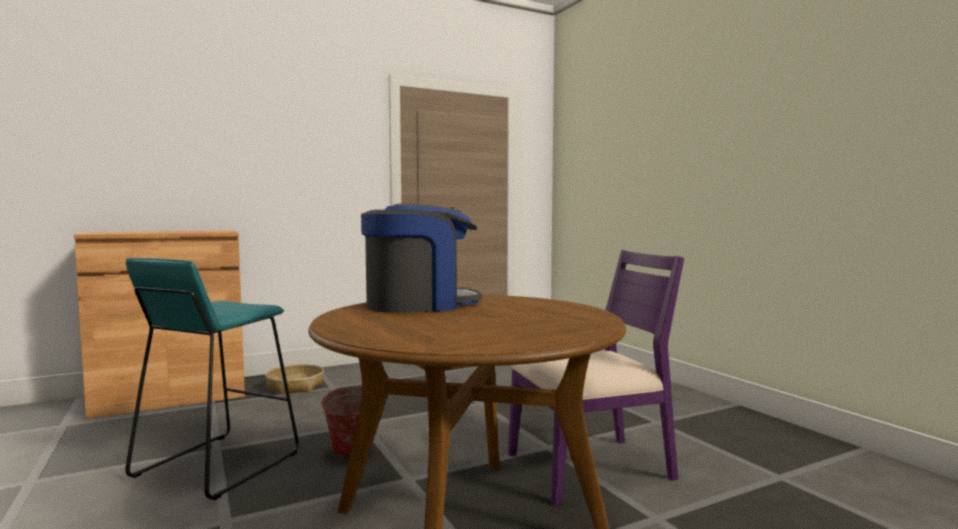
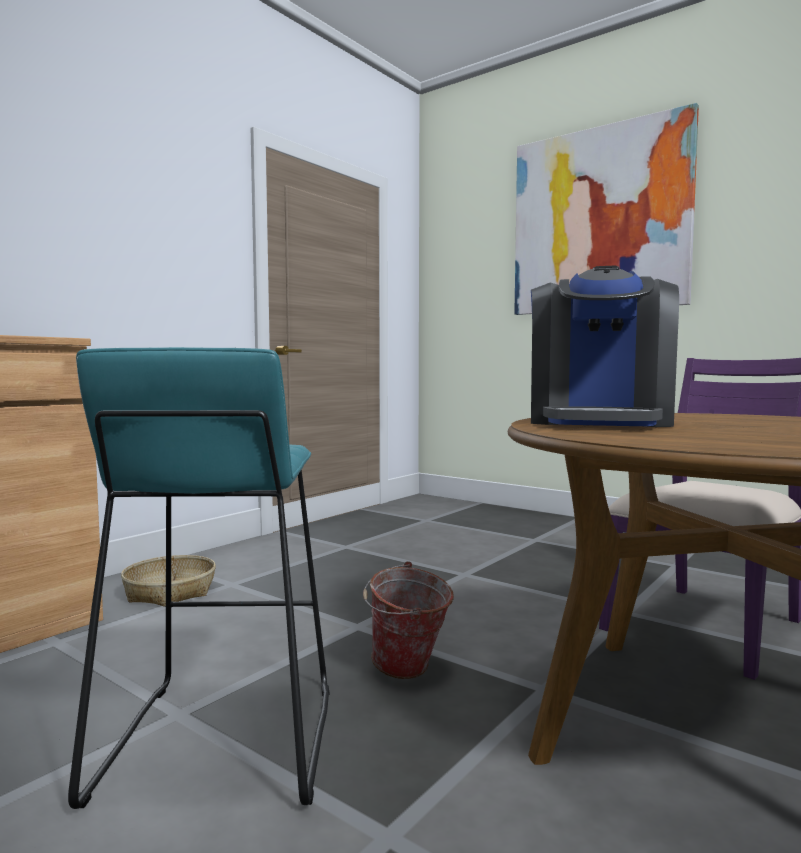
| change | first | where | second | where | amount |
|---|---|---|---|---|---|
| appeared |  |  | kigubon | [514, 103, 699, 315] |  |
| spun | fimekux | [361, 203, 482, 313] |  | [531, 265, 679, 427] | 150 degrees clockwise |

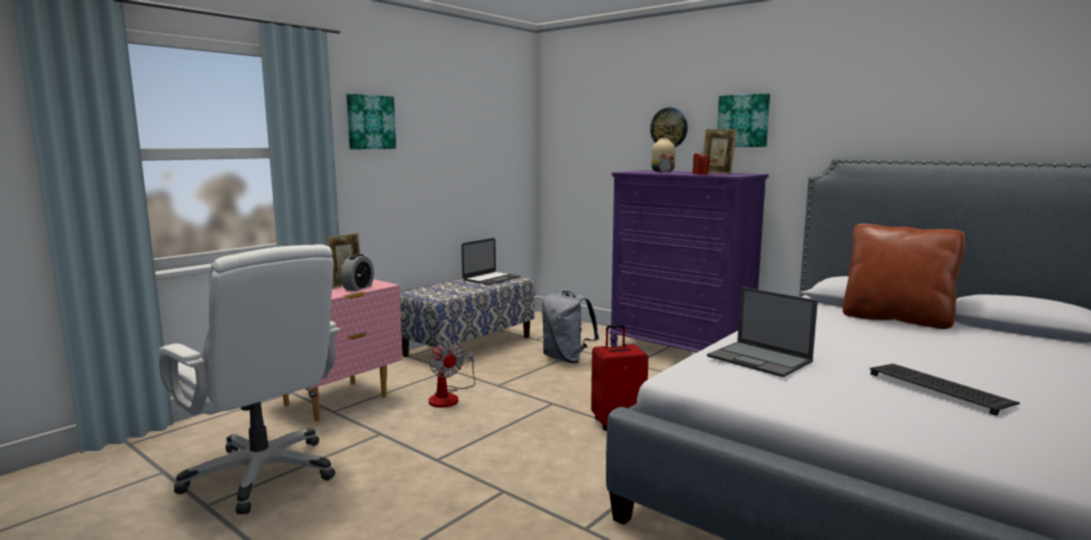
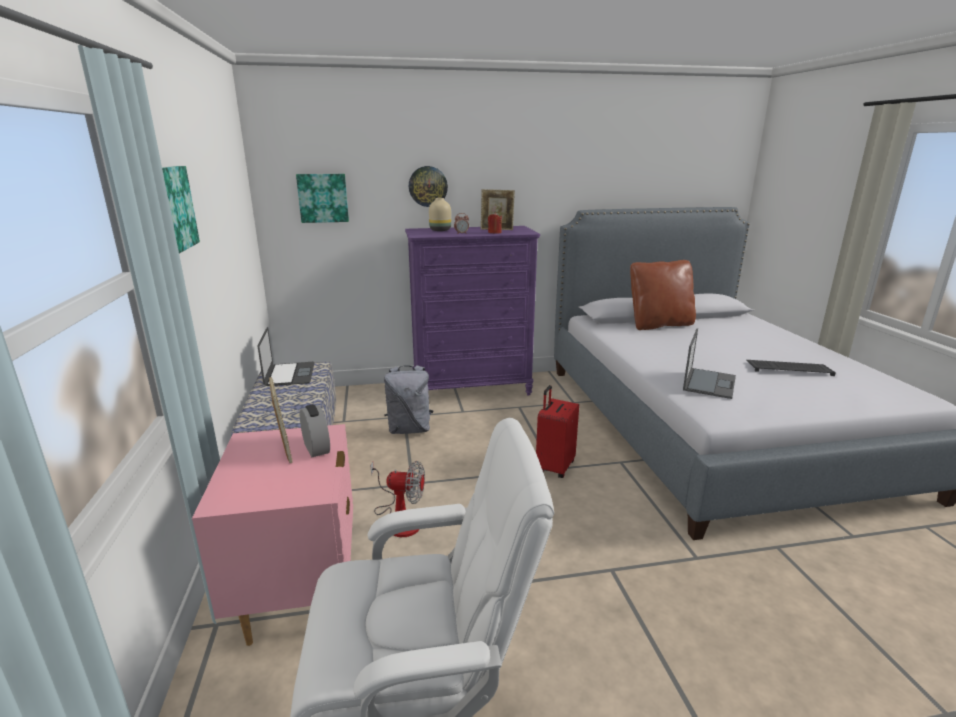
| change | first | where | second | where | amount |
|---|---|---|---|---|---|
| relocated | kigubon | [717, 93, 770, 147] |  | [296, 174, 349, 223] |  |
| spun | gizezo | [707, 287, 818, 377] |  | [683, 329, 736, 399] | 60 degrees counterclockwise |

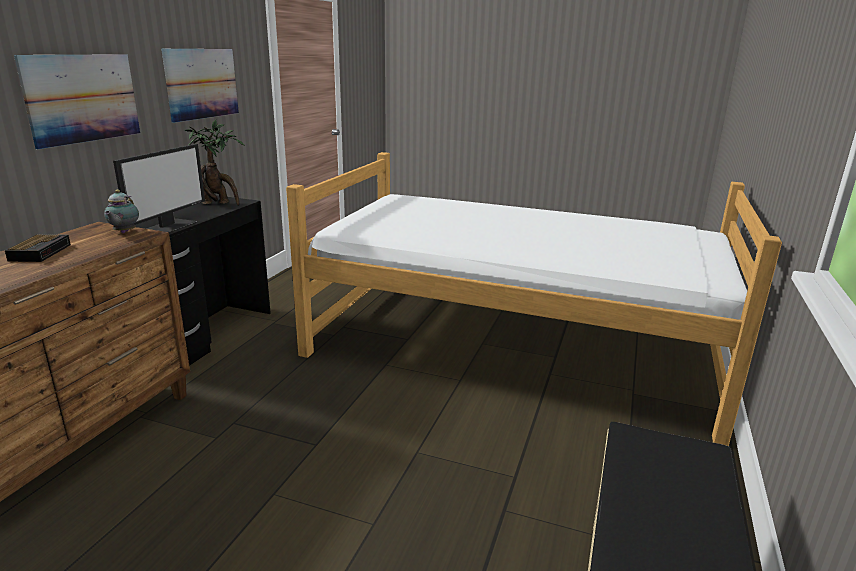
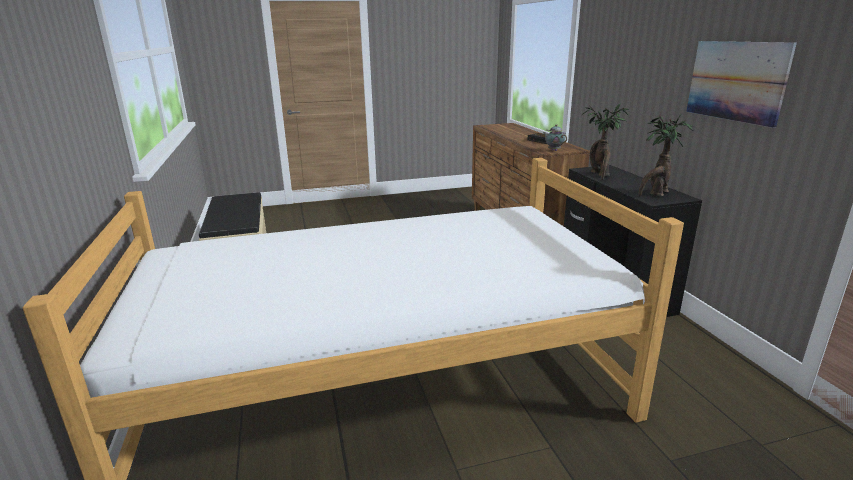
| change | first | where | second | where | amount |
|---|---|---|---|---|---|
| exchanged | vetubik | [113, 144, 205, 233] | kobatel | [582, 103, 629, 181] |  |
| missing | kigubon | [14, 54, 140, 149] |  |  |  |

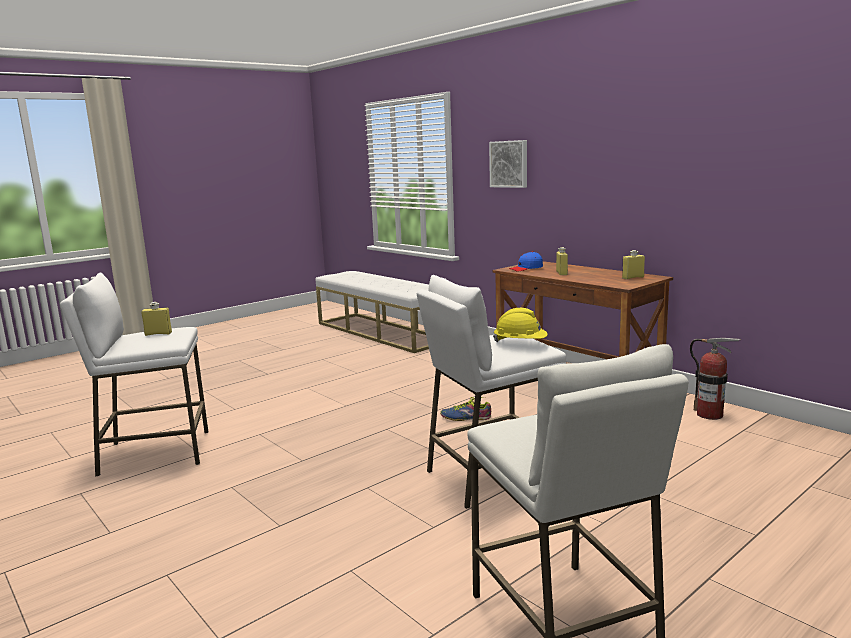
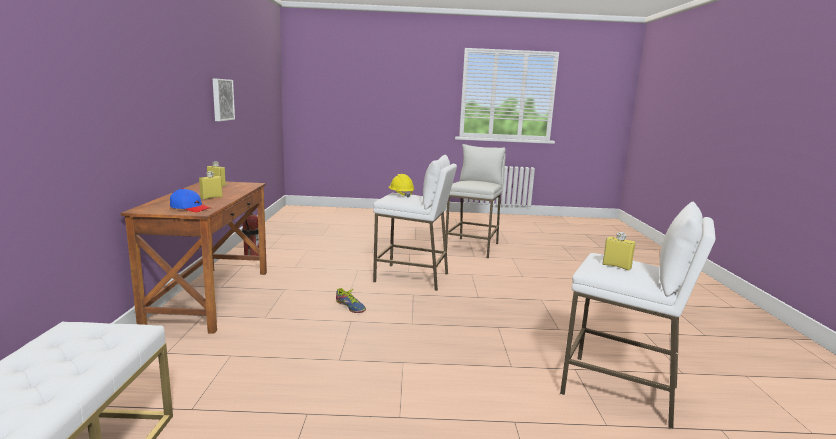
| change | first | where | second | where | amount |
|---|---|---|---|---|---|
| relocated | kigubon | [489, 140, 527, 188] |  | [213, 78, 235, 121] |  |

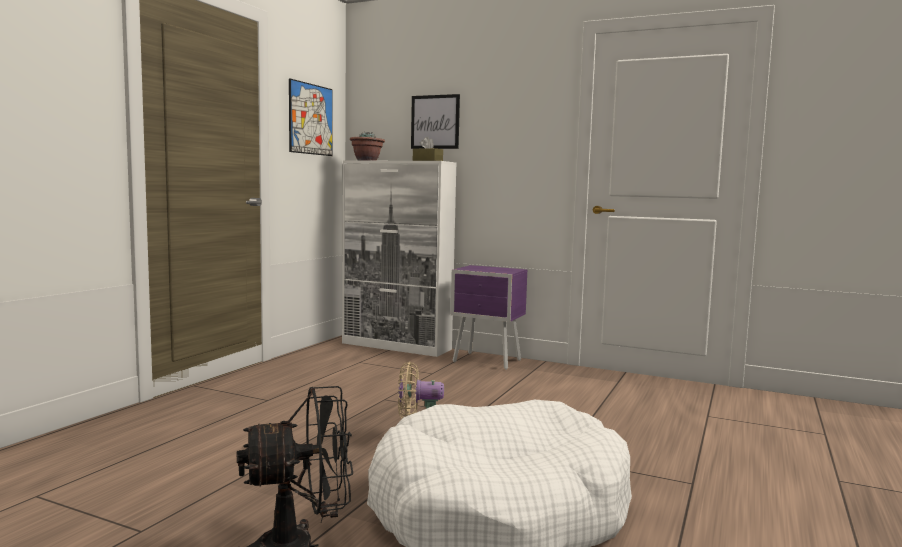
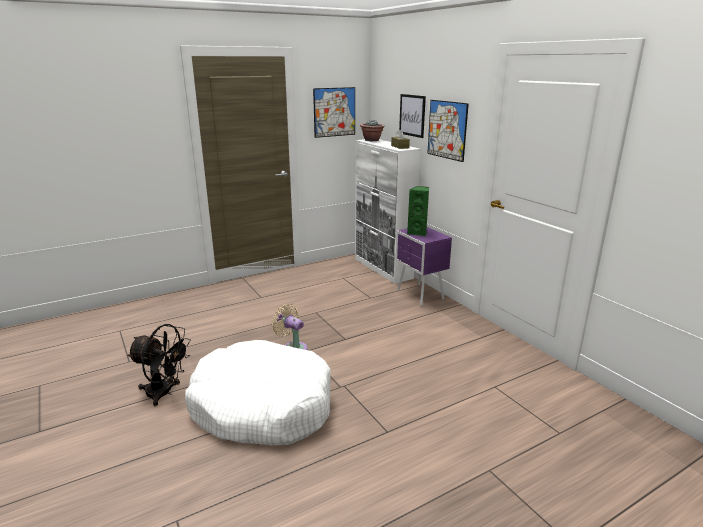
| change | first | where | second | where | amount |
|---|---|---|---|---|---|
| appeared |  |  | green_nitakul | [407, 186, 429, 236] |  |
| appeared |  |  | kigubon | [427, 100, 469, 162] |  |

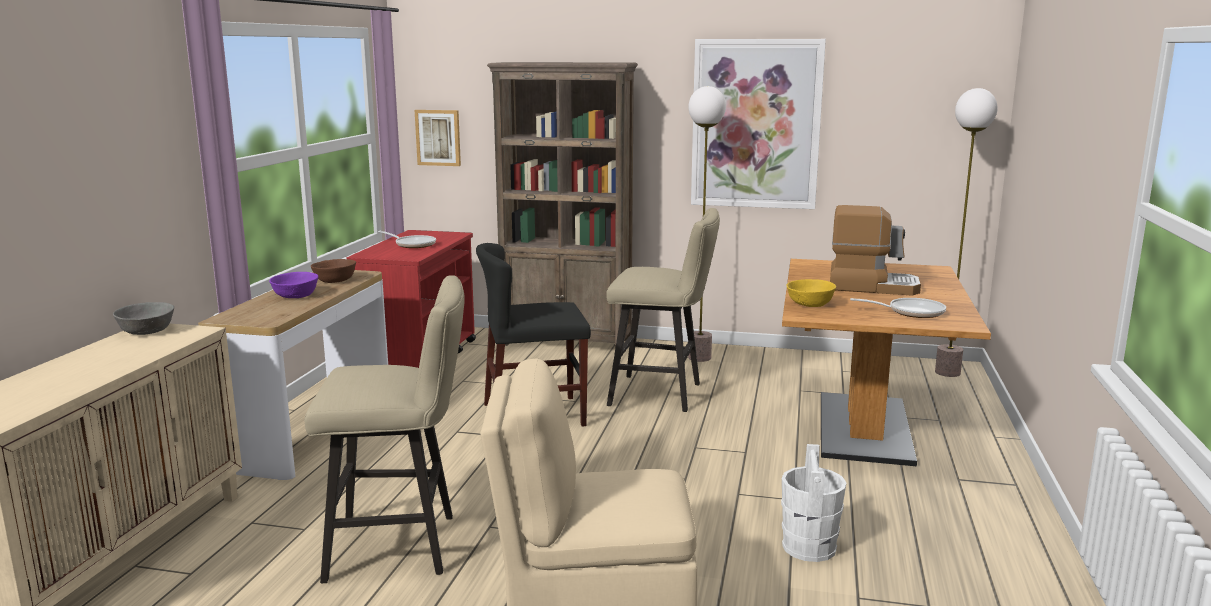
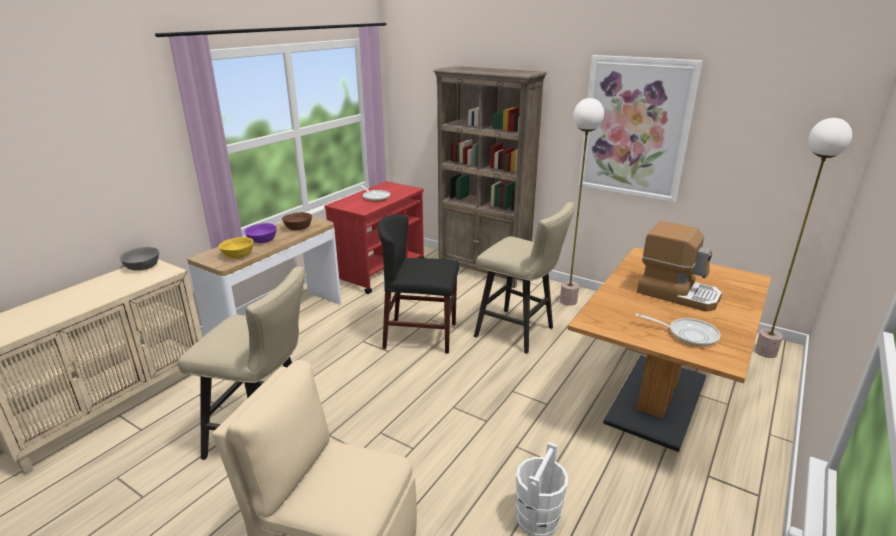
| change | first | where | second | where | amount |
|---|---|---|---|---|---|
| relocated | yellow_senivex | [786, 279, 836, 307] |  | [218, 237, 253, 259] |  |
| missing | kigubon | [415, 110, 461, 166] |  |  |  |

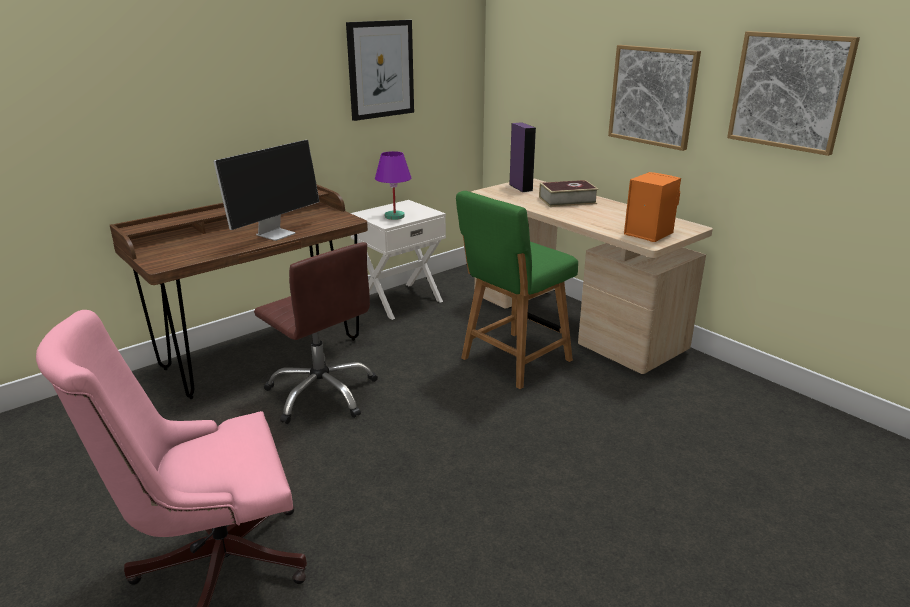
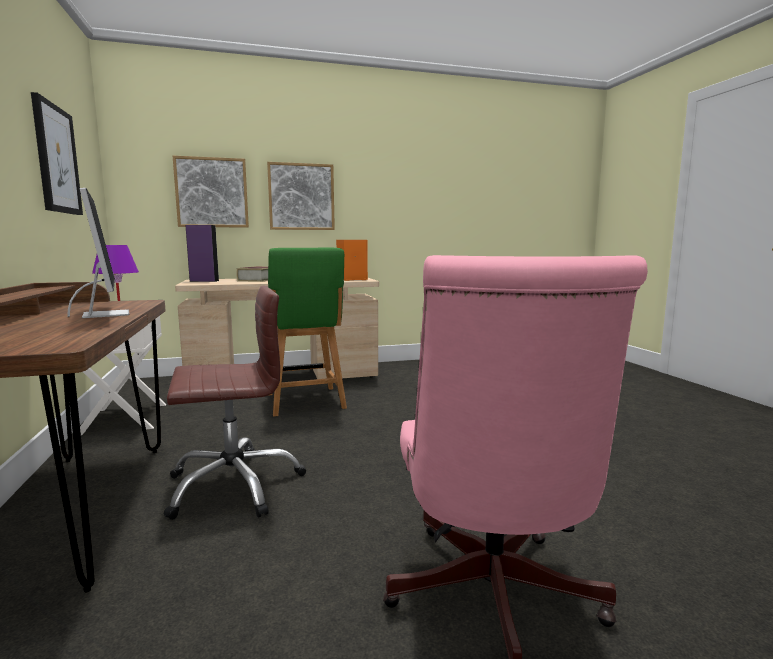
| change | first | where | second | where | amount |
|---|---|---|---|---|---|
| relocated | kigubon | [727, 31, 860, 156] |  | [173, 156, 249, 228] |  |

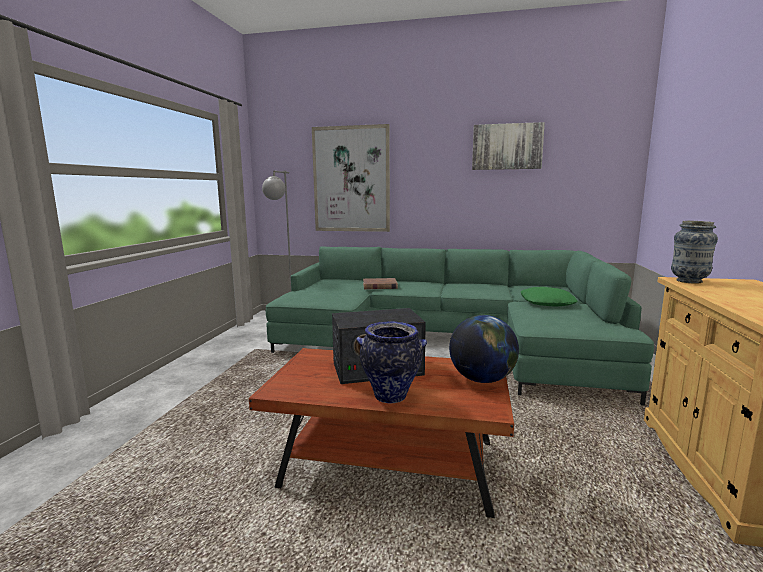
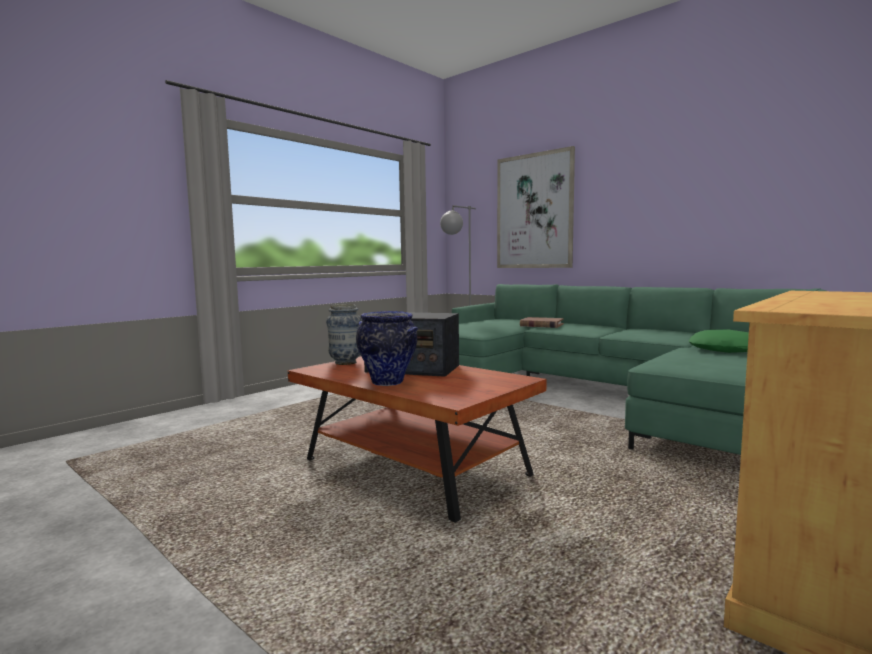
| change | first | where | second | where | amount |
|---|---|---|---|---|---|
| relocated | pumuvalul | [671, 221, 718, 284] |  | [326, 304, 362, 365] |  |
| missing | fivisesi | [449, 315, 519, 383] |  |  |  |
| missing | kigubon | [472, 122, 545, 170] |  |  |  |

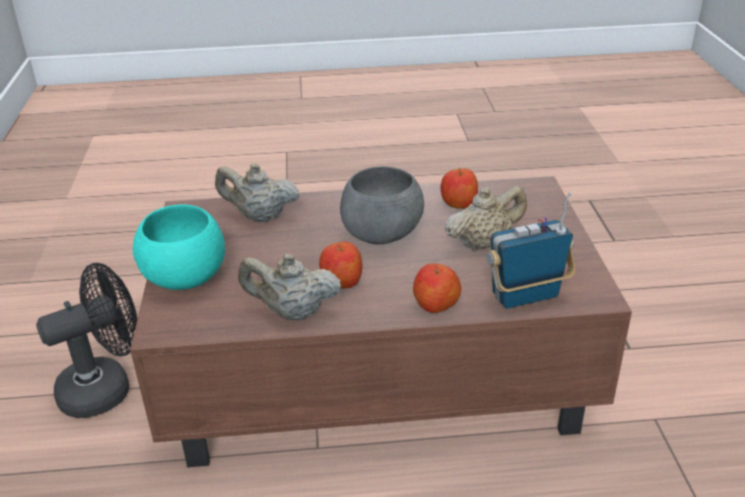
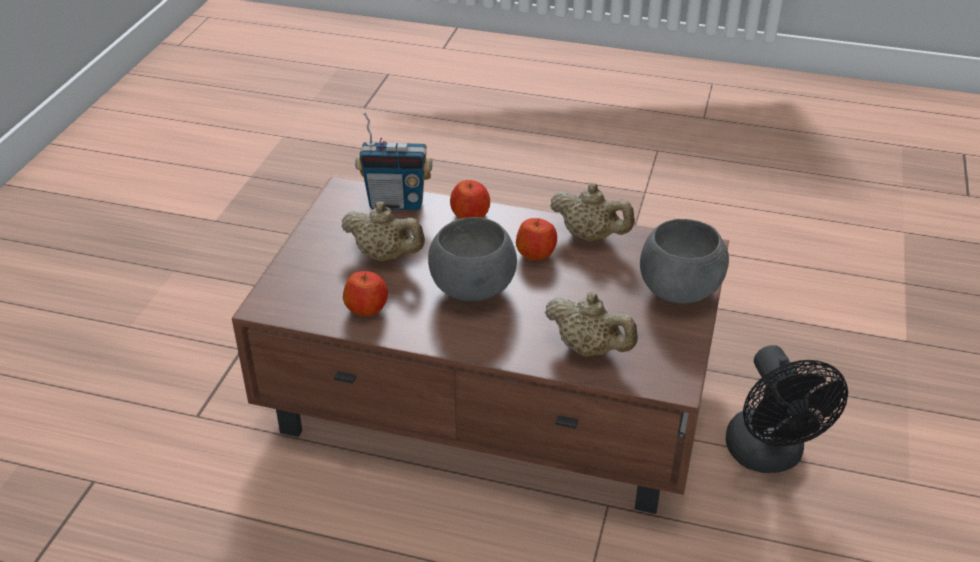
| change | first | where | second | where | amount |
|---|---|---|---|---|---|
| spun | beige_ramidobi | [445, 186, 527, 251] |  | [341, 202, 425, 261] | 150 degrees counterclockwise |
| colour | turquoise_senivex | [133, 204, 225, 290] | grey_senivex | [640, 219, 729, 304] |  |
| spun | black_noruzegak | [36, 263, 137, 418] |  | [726, 345, 848, 473] | 90 degrees counterclockwise |

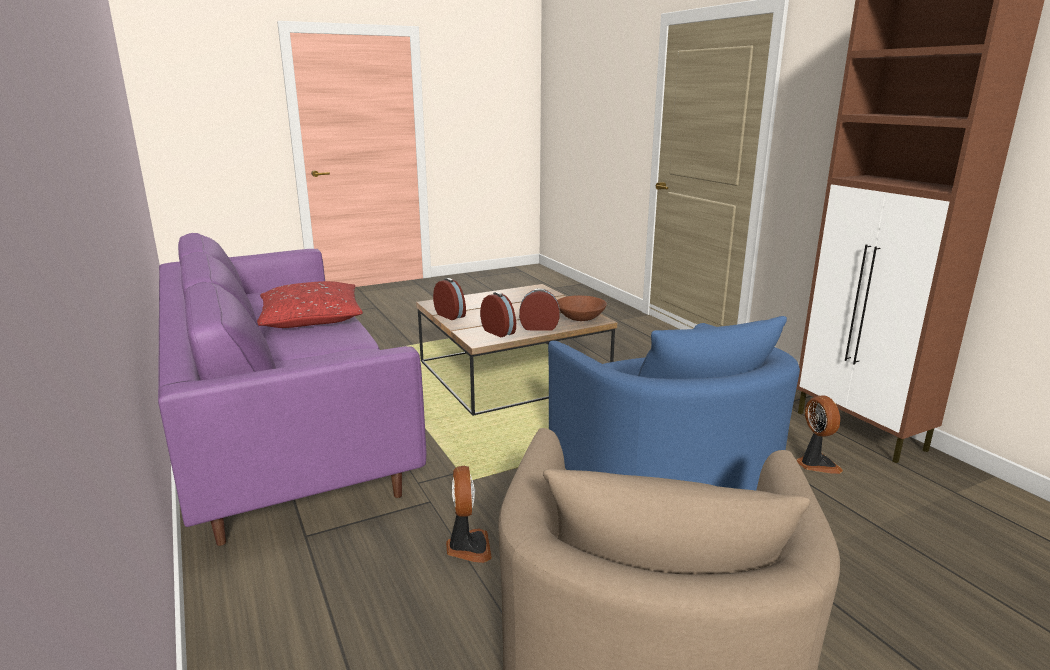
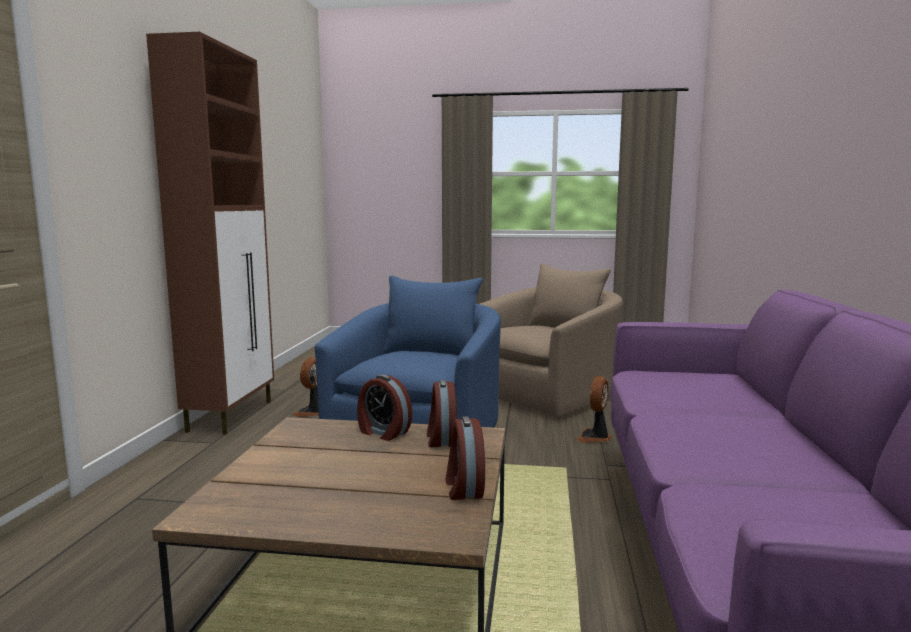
| change | first | where | second | where | amount |
|---|---|---|---|---|---|
| missing | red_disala | [257, 281, 363, 328] |  |  |  |
| missing | brown_senivex | [557, 295, 607, 321] |  |  |  |

